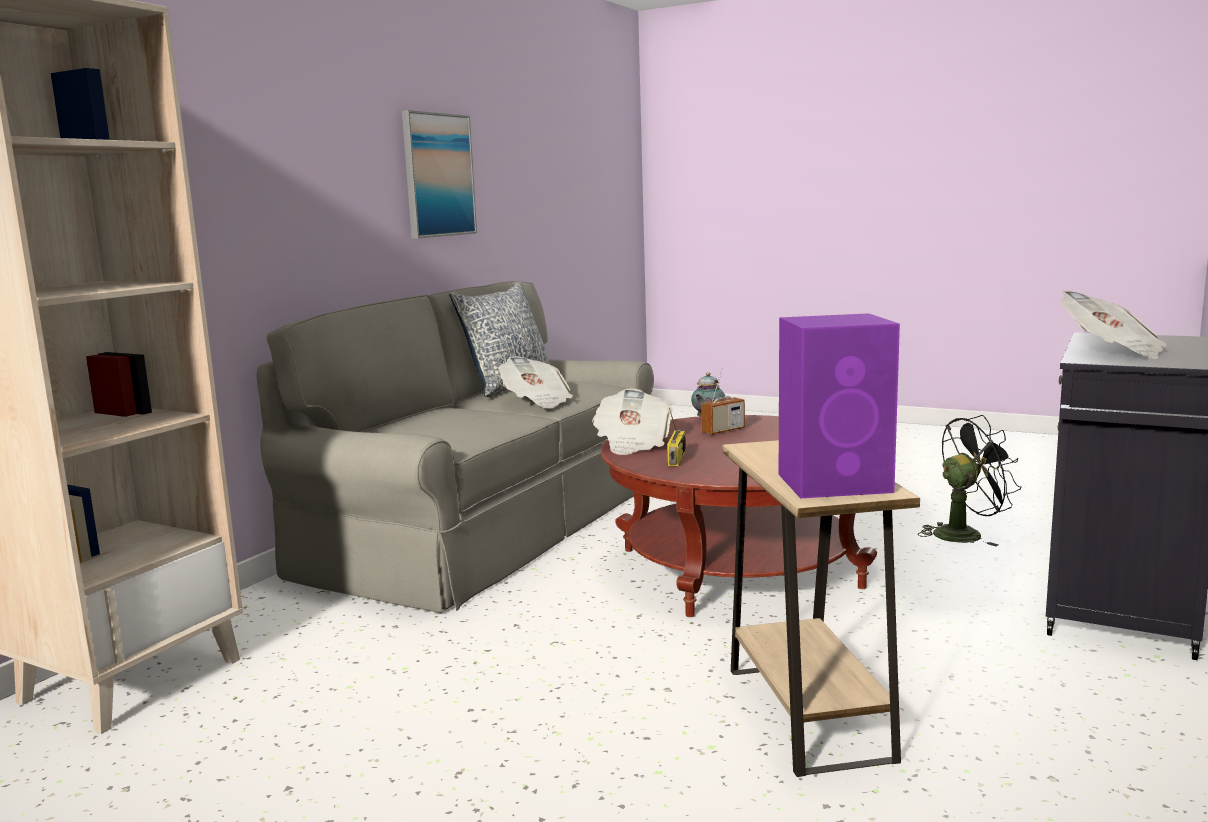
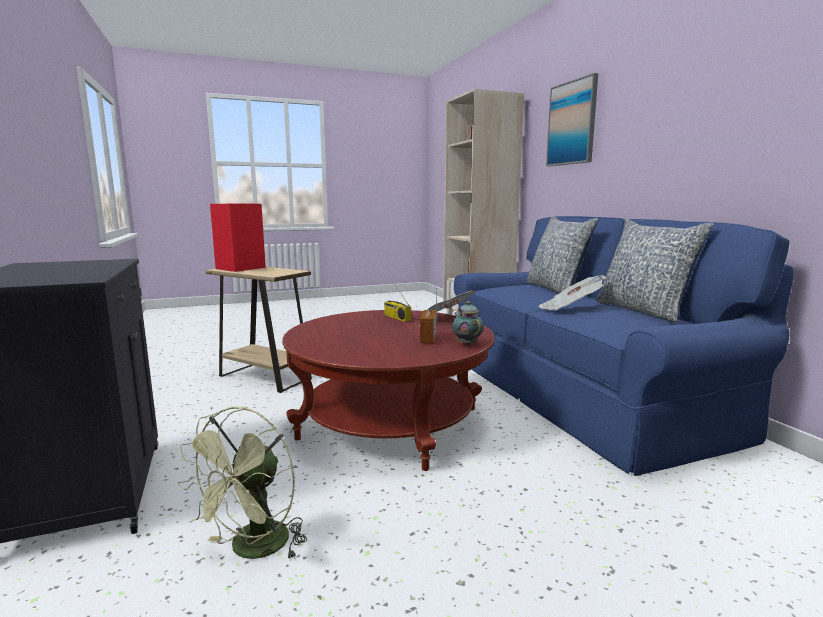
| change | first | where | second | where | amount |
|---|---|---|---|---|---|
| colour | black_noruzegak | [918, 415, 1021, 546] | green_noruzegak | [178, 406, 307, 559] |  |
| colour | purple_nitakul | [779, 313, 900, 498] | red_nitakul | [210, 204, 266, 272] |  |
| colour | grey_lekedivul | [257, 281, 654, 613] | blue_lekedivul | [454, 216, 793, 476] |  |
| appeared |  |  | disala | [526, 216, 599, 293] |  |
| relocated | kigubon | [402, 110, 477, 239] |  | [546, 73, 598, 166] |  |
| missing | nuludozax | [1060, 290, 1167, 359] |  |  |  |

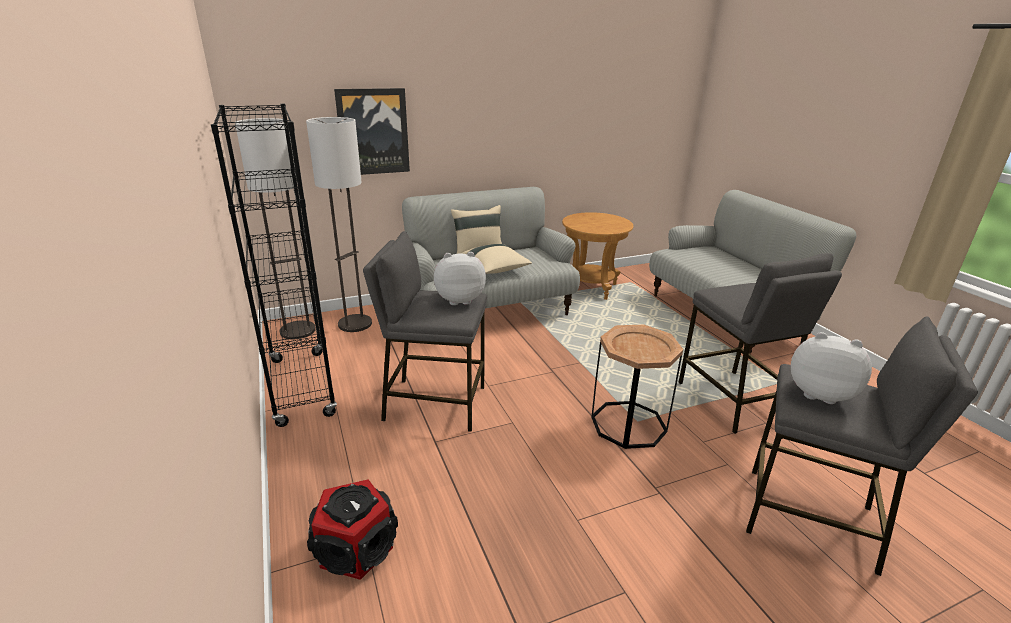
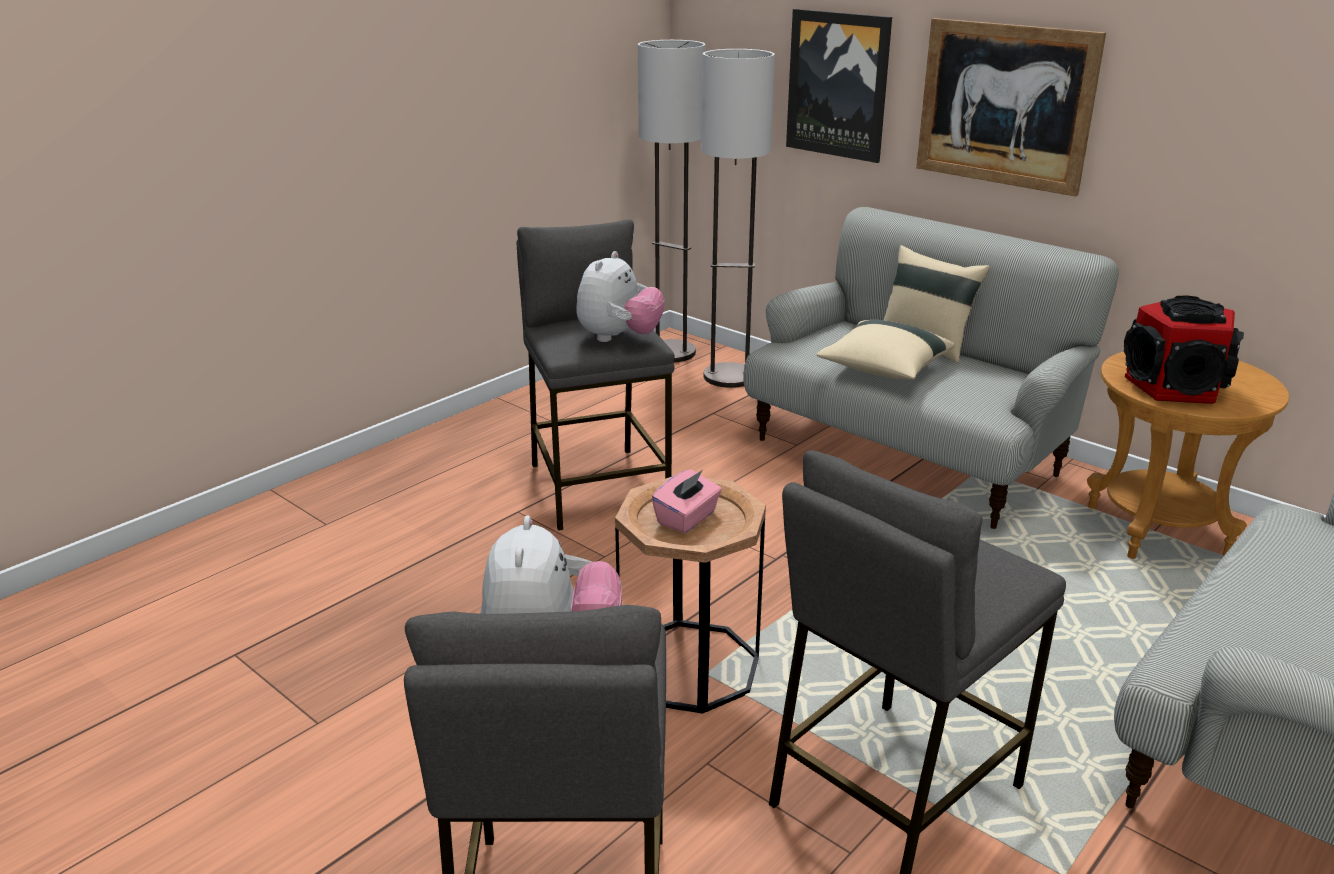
| change | first | where | second | where | amount |
|---|---|---|---|---|---|
| spun | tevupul | [434, 252, 486, 305] |  | [576, 251, 665, 342] | 60 degrees clockwise |
| appeared |  |  | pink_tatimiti | [652, 470, 722, 533] |  |
| appeared |  |  | kigubon | [916, 18, 1106, 197] |  |
| relocated | nitakul | [307, 479, 398, 580] |  | [1124, 295, 1244, 404] |  |
| missing | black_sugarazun | [211, 104, 337, 427] |  |  |  |

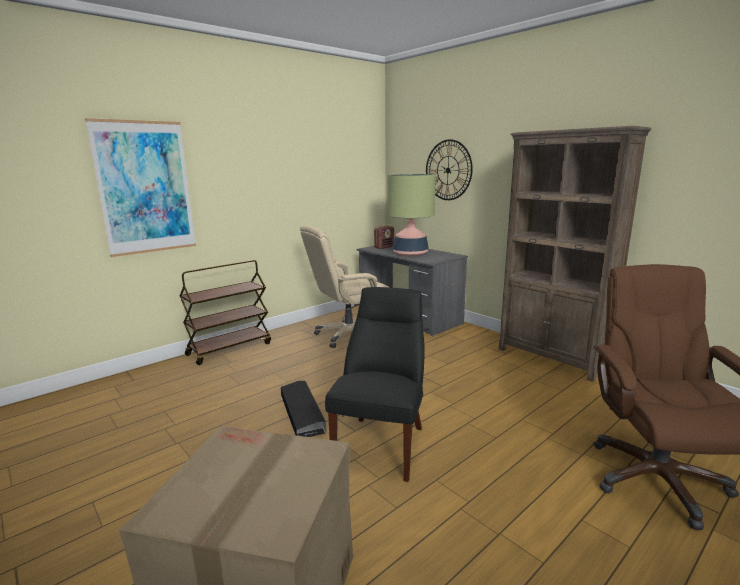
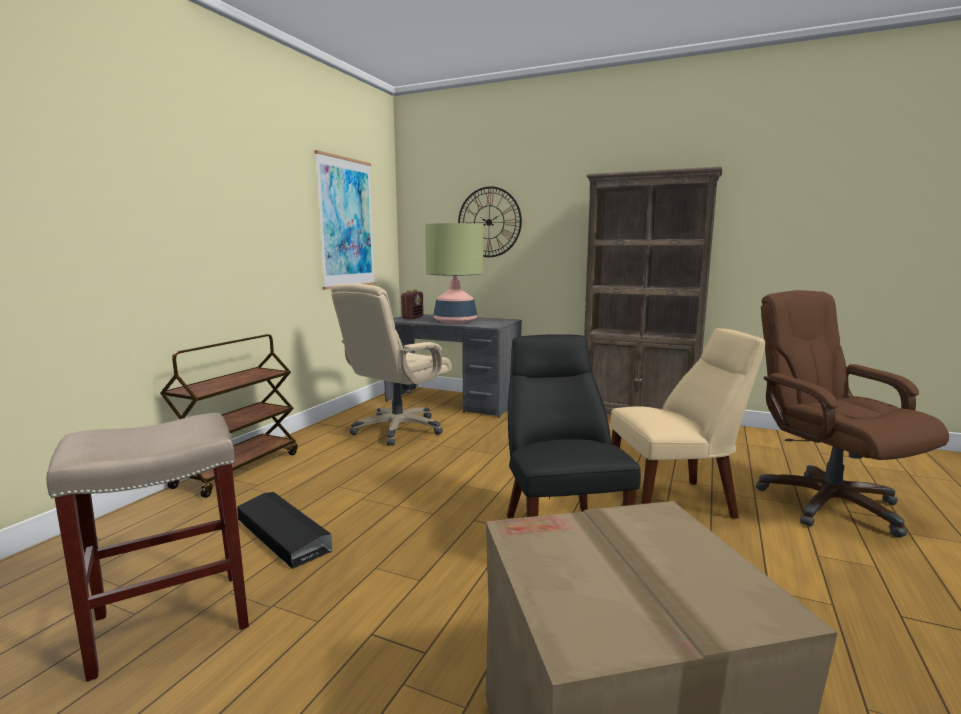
| change | first | where | second | where | amount |
|---|---|---|---|---|---|
| appeared |  |  | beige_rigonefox | [47, 413, 249, 682] |  |
| relocated | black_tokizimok | [281, 381, 326, 437] |  | [237, 492, 333, 569] |  |
| relocated | kigubon | [85, 118, 196, 257] |  | [315, 150, 376, 290] |  |
| appeared |  |  | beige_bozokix | [610, 328, 765, 519] |  |

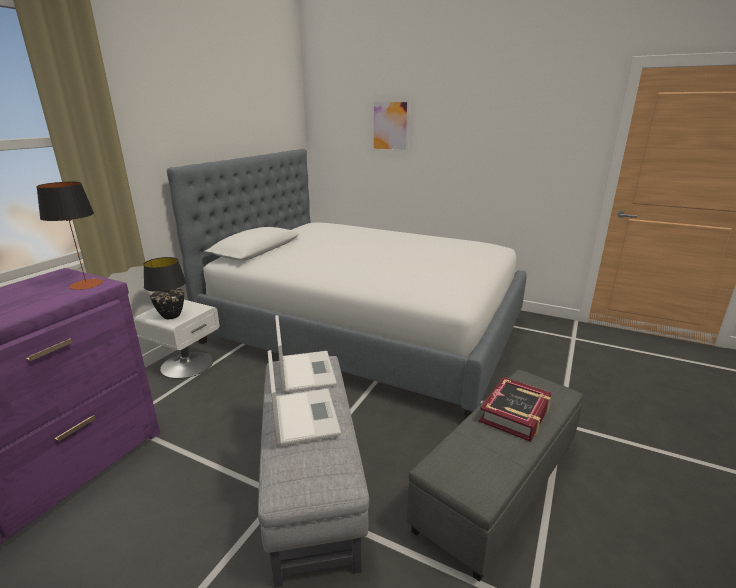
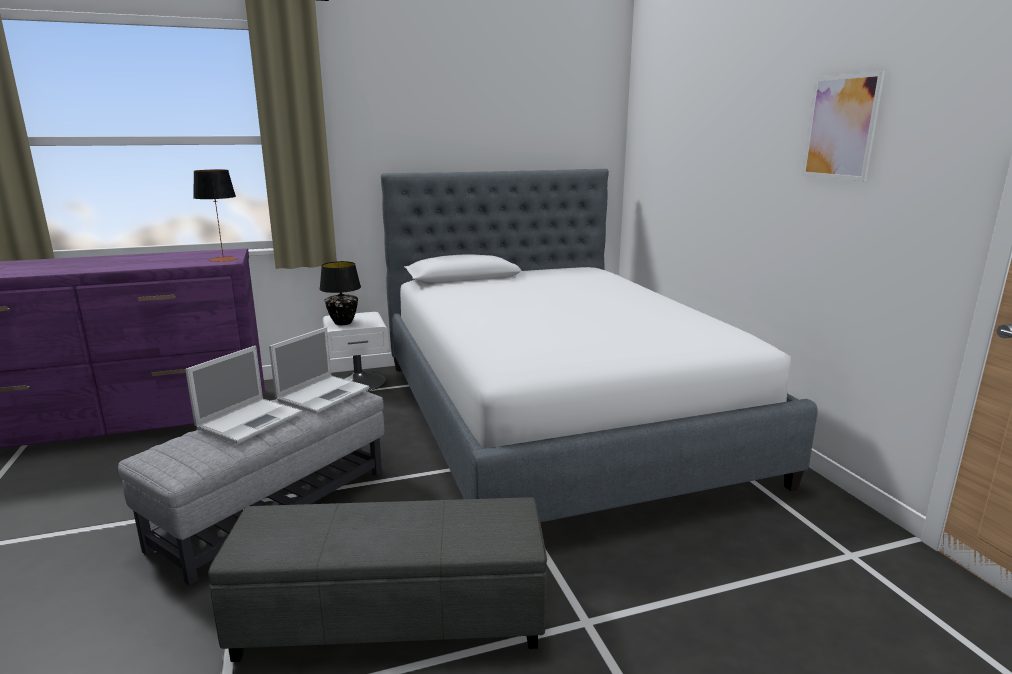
| change | first | where | second | where | amount |
|---|---|---|---|---|---|
| relocated | kigubon | [372, 100, 410, 152] |  | [801, 71, 885, 181] |  |
| missing | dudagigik | [479, 377, 551, 442] |  |  |  |

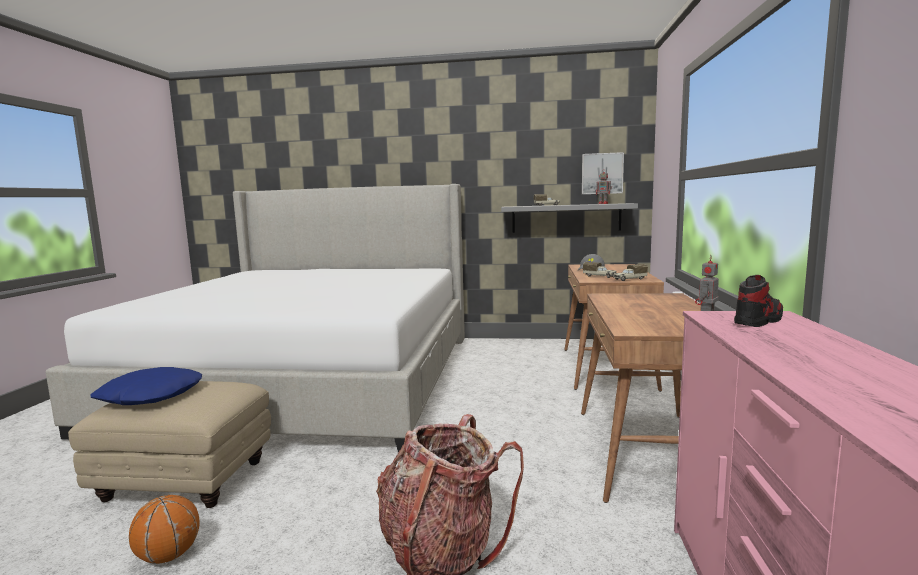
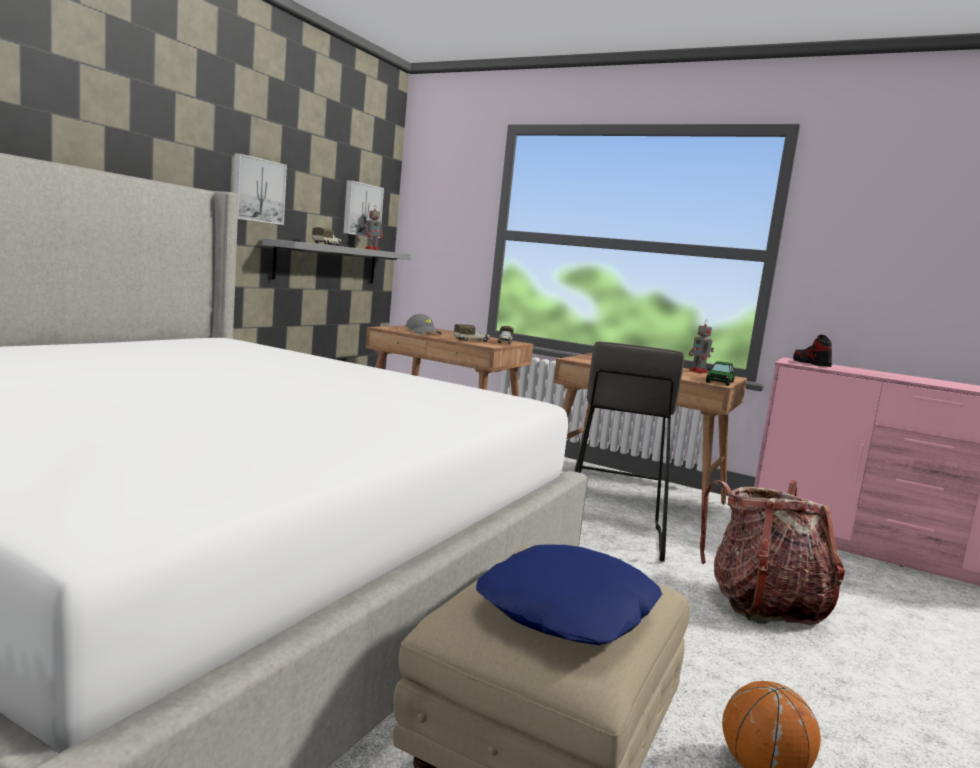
| change | first | where | second | where | amount |
|---|---|---|---|---|---|
| appeared |  |  | kigubon | [233, 153, 287, 225] |  |
| appeared |  |  | grey_rigonefox | [574, 342, 684, 562] |  |
| appeared |  |  | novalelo | [706, 361, 735, 386] |  |

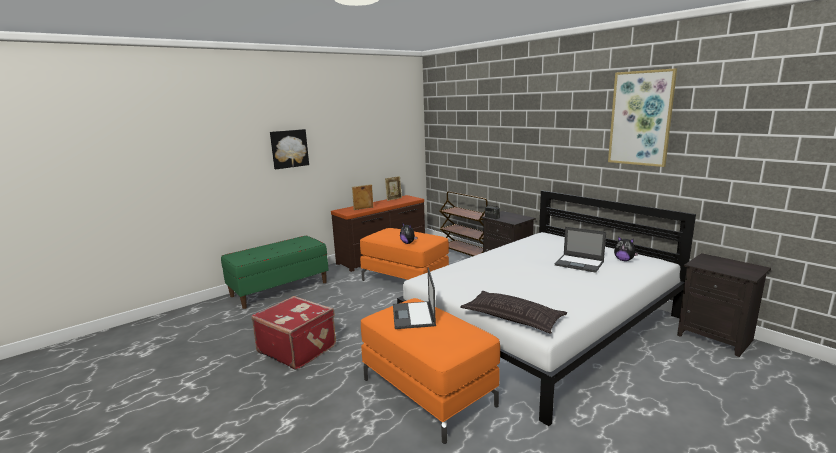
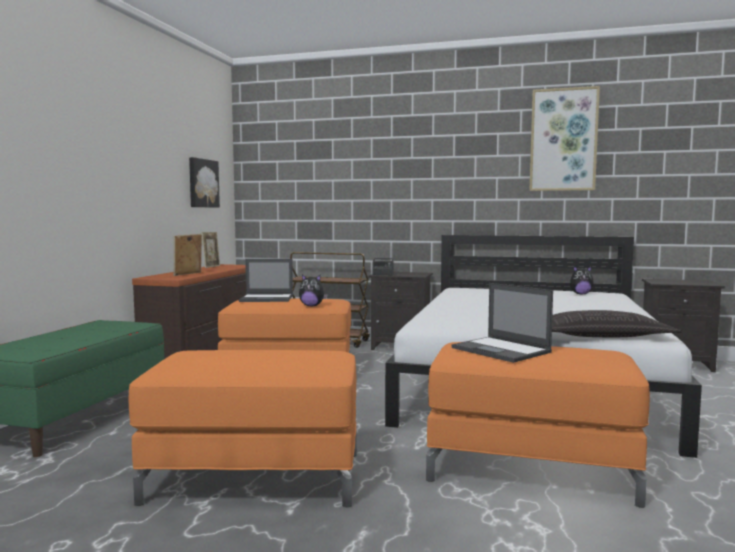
| change | first | where | second | where | amount |
|---|---|---|---|---|---|
| exchanged | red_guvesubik | [252, 296, 336, 370] | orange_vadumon | [129, 350, 357, 507] |  |
| relocated | kigubon | [270, 129, 309, 169] |  | [189, 157, 220, 208] |  |
| relocated | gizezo | [555, 227, 606, 273] |  | [239, 259, 293, 302] |  |

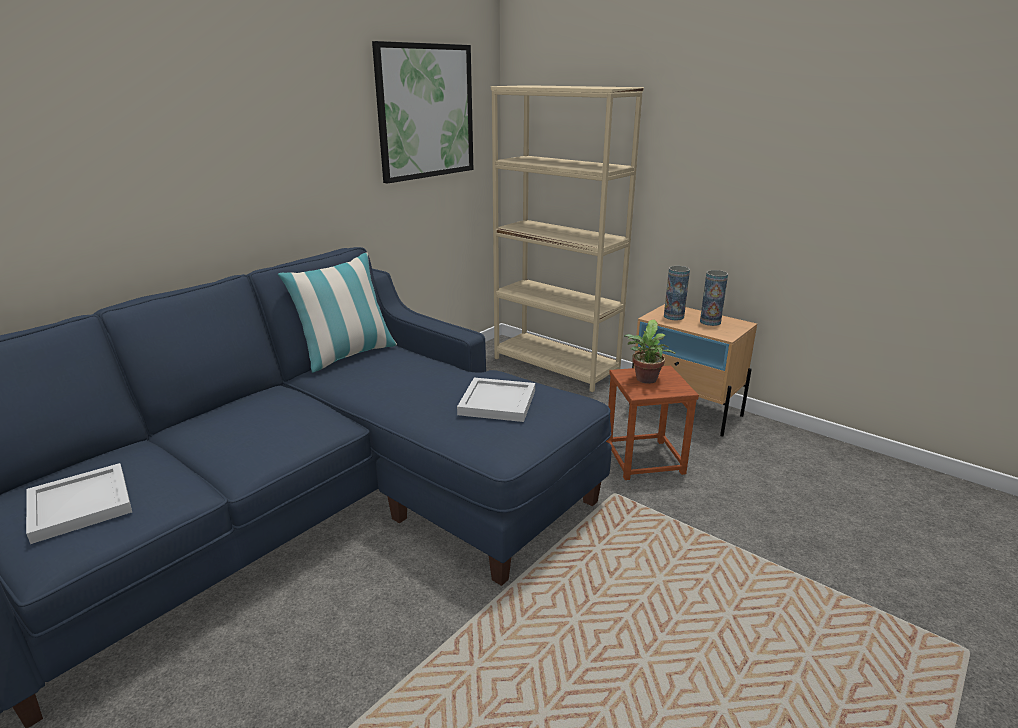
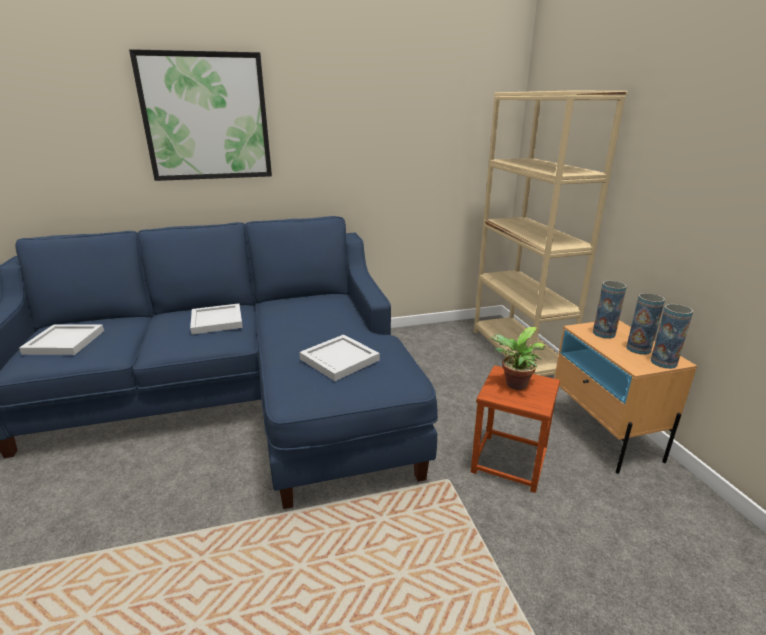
| change | first | where | second | where | amount |
|---|---|---|---|---|---|
| relocated | kigubon | [372, 41, 473, 184] |  | [129, 49, 272, 181] |  |
| appeared |  |  | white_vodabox | [190, 303, 243, 335] |  |
| appeared |  |  | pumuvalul | [651, 304, 693, 369] |  |
| missing | disala | [278, 253, 397, 373] |  |  |  |

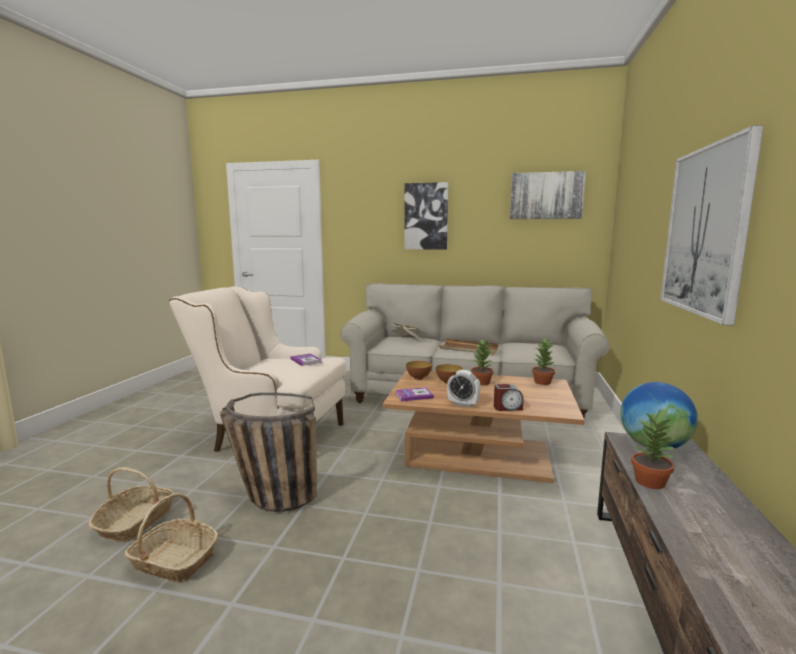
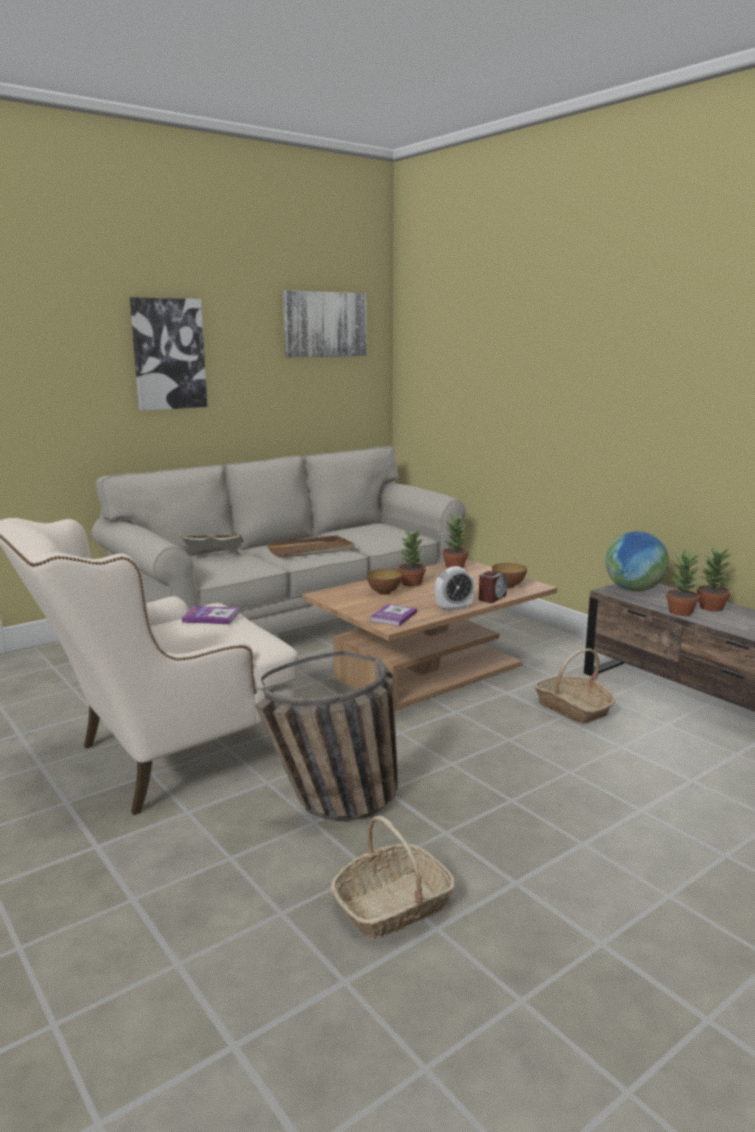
| change | first | where | second | where | amount |
|---|---|---|---|---|---|
| relocated | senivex | [406, 361, 432, 380] |  | [492, 563, 527, 588] |  |
| relocated | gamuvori | [88, 467, 175, 542] |  | [534, 648, 615, 724] |  |
| appeared |  |  | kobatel | [697, 546, 731, 612] |  |
| missing | kigubon | [660, 125, 764, 325] |  |  |  |

